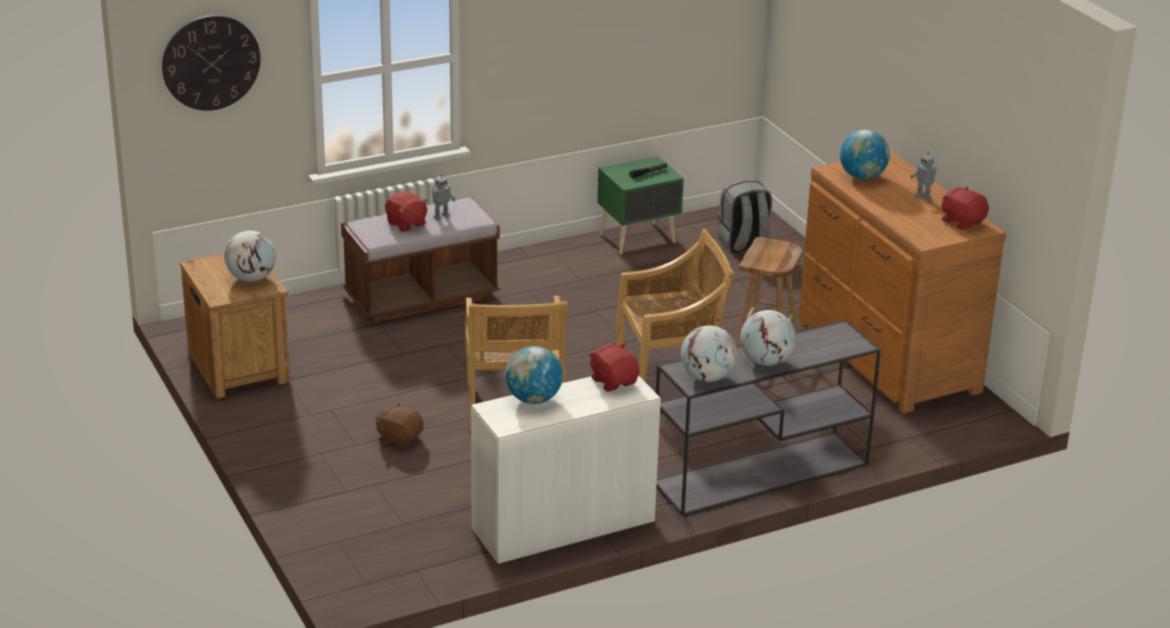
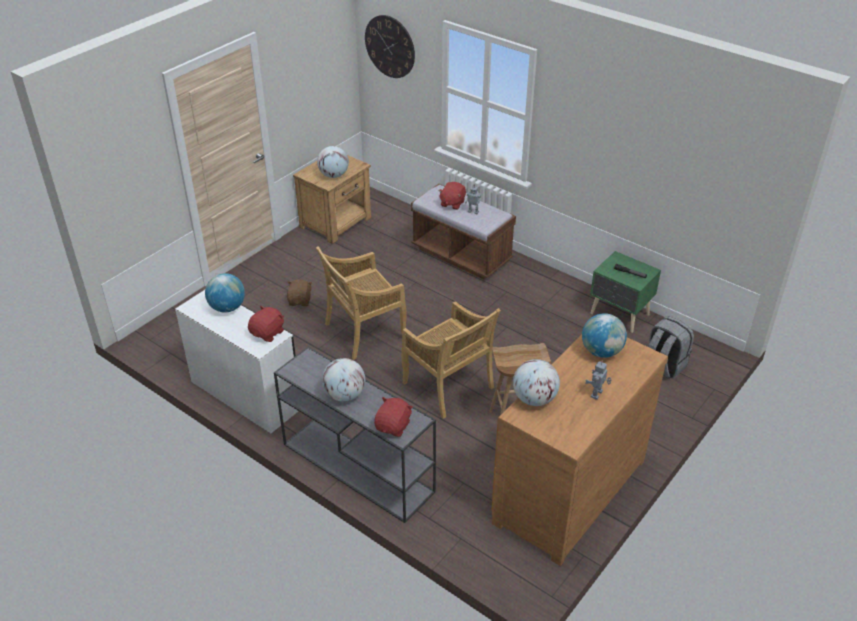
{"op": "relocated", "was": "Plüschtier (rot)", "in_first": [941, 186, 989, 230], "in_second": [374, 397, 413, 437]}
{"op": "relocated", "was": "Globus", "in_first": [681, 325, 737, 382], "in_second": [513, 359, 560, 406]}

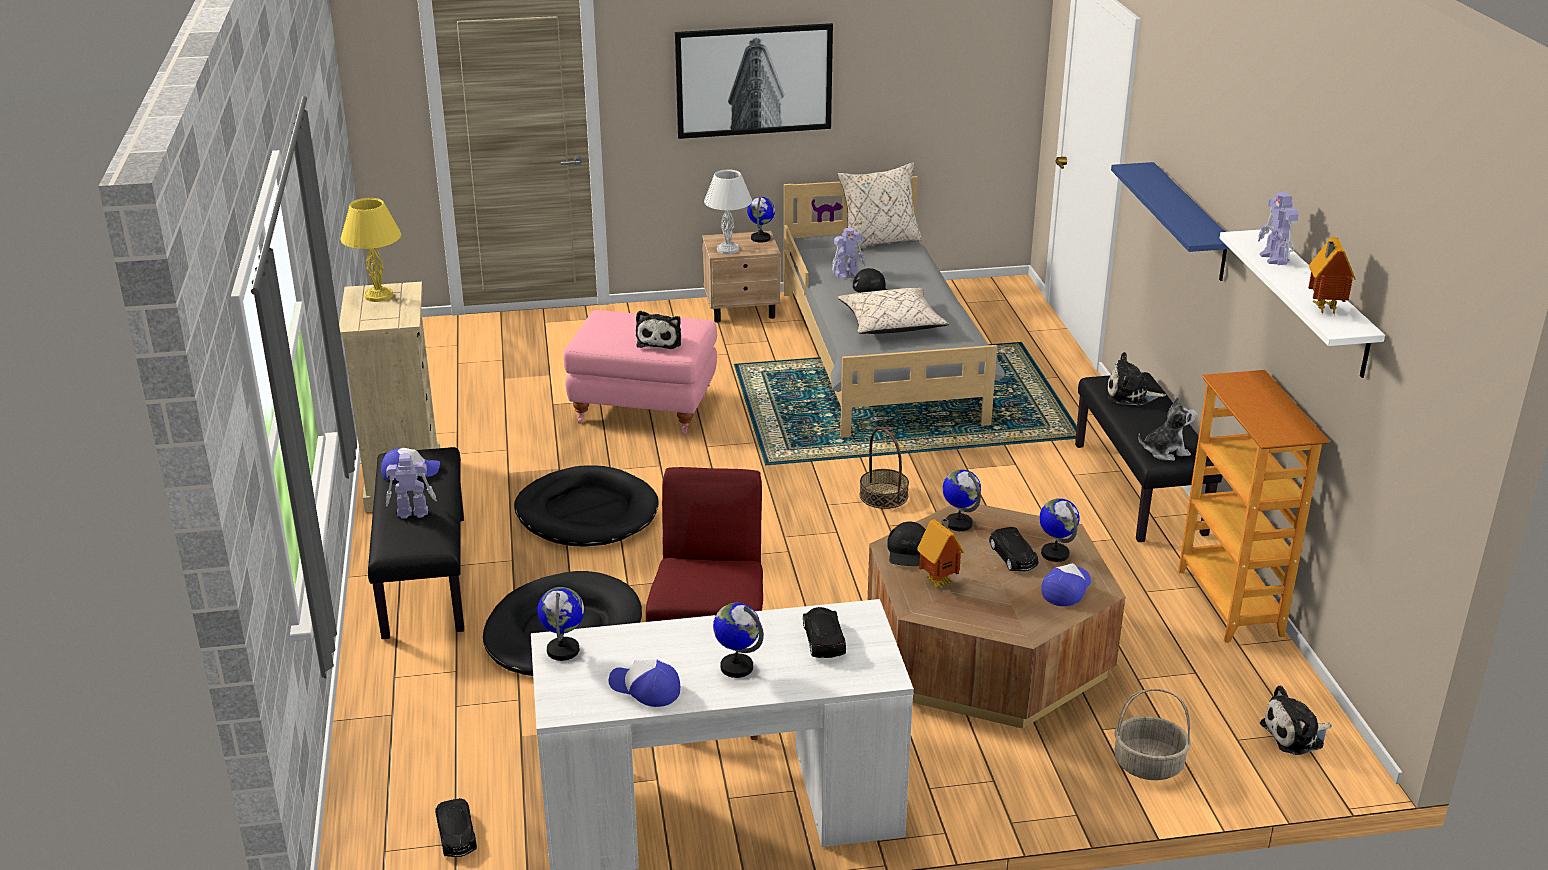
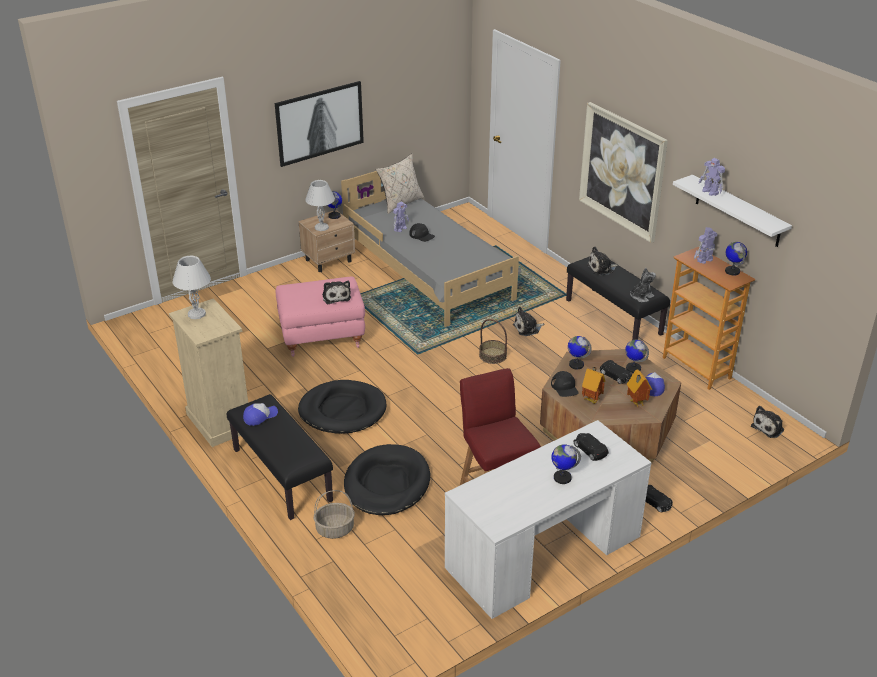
{"op": "colour", "was": "Tischlampe (gelb)", "now": "Tischlampe (weiß)", "in_first": [341, 198, 401, 302], "in_second": [172, 256, 211, 319]}
{"op": "relocated", "was": "Korb", "in_first": [1114, 689, 1191, 780], "in_second": [314, 490, 355, 539]}
{"op": "appeared", "now": "Plüschtier", "in_second": [513, 307, 545, 336]}
{"op": "exchanged", "was": "Wandregal (blau)", "now": "Bild", "in_first": [1111, 162, 1229, 281], "in_second": [579, 102, 668, 243]}
{"op": "relocated", "was": "Spielzeughaus", "in_first": [1308, 237, 1356, 315], "in_second": [627, 370, 652, 407]}
{"op": "relocated", "was": "Spielzeugauto (schwarz)", "in_first": [435, 798, 477, 857], "in_second": [645, 485, 673, 512]}
{"op": "relocated", "was": "Spielzeugroboter", "in_first": [386, 453, 437, 519], "in_second": [694, 227, 717, 264]}
{"op": "relocated", "was": "Globus", "in_first": [538, 587, 584, 661], "in_second": [725, 242, 747, 276]}
{"op": "missing", "was": "Kappe", "in_first": [609, 659, 680, 707]}
{"op": "missing", "was": "Kissen (beige)", "in_first": [838, 288, 949, 334]}

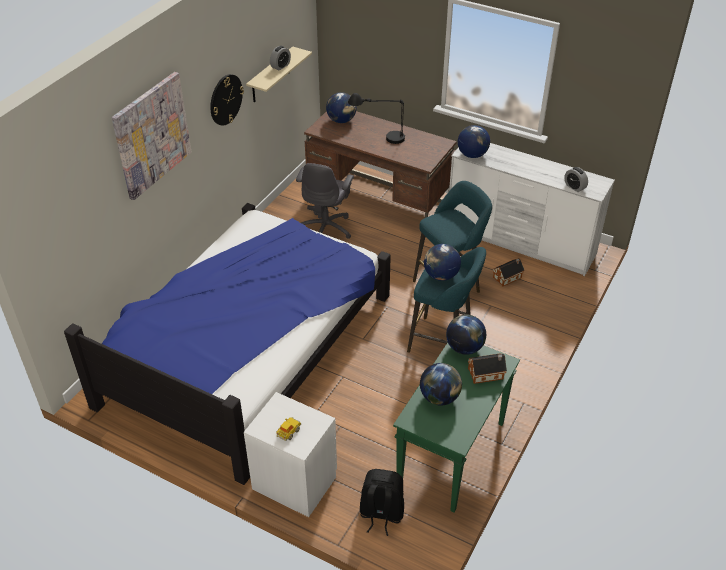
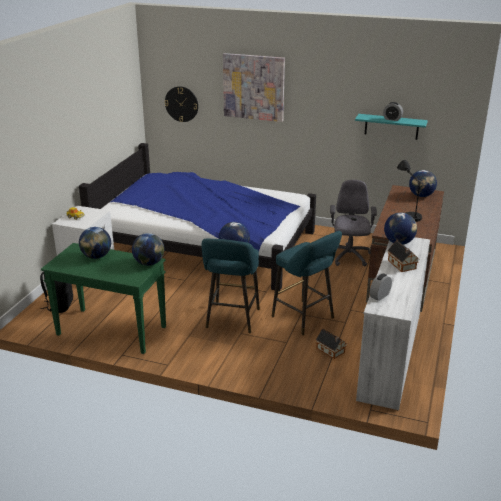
{"op": "relocated", "was": "Wanduhr", "in_first": [210, 74, 244, 126], "in_second": [165, 86, 198, 122]}
{"op": "spun", "was": "Bürostuhl (grau)", "in_first": [296, 163, 354, 239], "in_second": [330, 180, 377, 267], "clockwise": 90}
{"op": "colour", "was": "Wandregal (beige)", "now": "Wandregal (türkis)", "in_first": [246, 47, 312, 102], "in_second": [355, 114, 428, 140]}
{"op": "relocated", "was": "Spielzeughaus", "in_first": [468, 354, 507, 384], "in_second": [387, 241, 419, 272]}

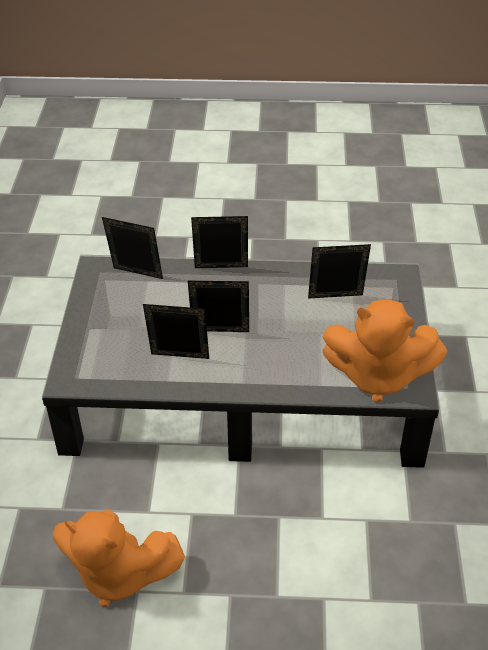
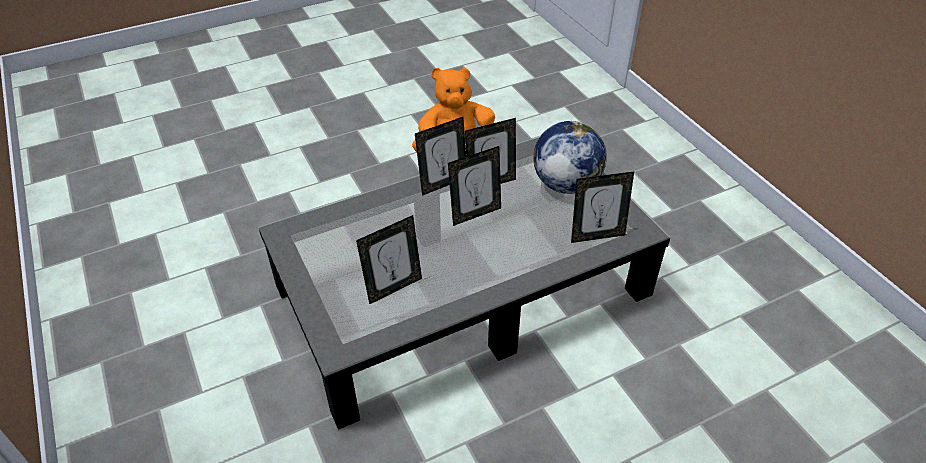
{"op": "relocated", "was": "Bilderrahmen", "in_first": [191, 216, 248, 268], "in_second": [415, 117, 466, 196]}
{"op": "appeared", "now": "Globus", "in_second": [533, 121, 607, 194]}
{"op": "missing", "was": "Plüschtier (orange)", "in_first": [322, 300, 447, 402]}

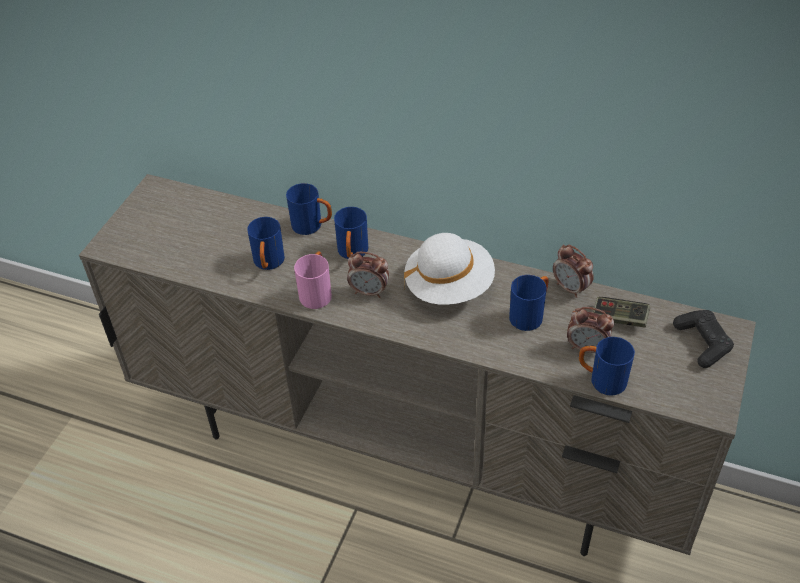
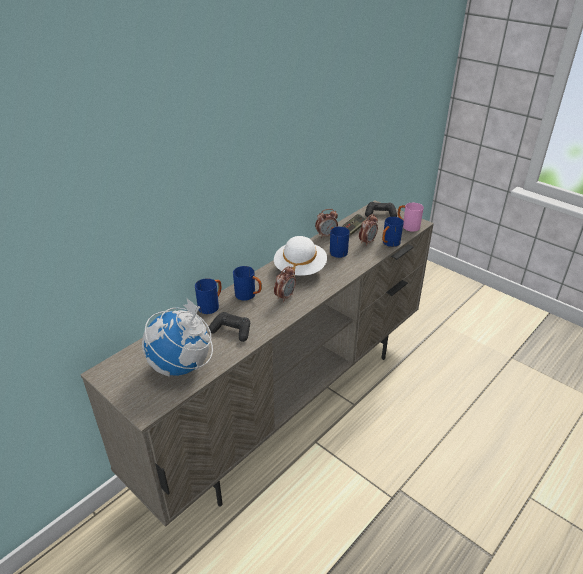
{"op": "appeared", "now": "Globus", "in_second": [142, 298, 213, 376]}
{"op": "exchanged", "was": "Henkelbecher (blau)", "now": "Gamepad (schwarz)", "in_first": [247, 217, 285, 270], "in_second": [209, 312, 250, 342]}
{"op": "relocated", "was": "Henkelbecher (rosa)", "in_first": [294, 251, 332, 309], "in_second": [398, 203, 424, 232]}

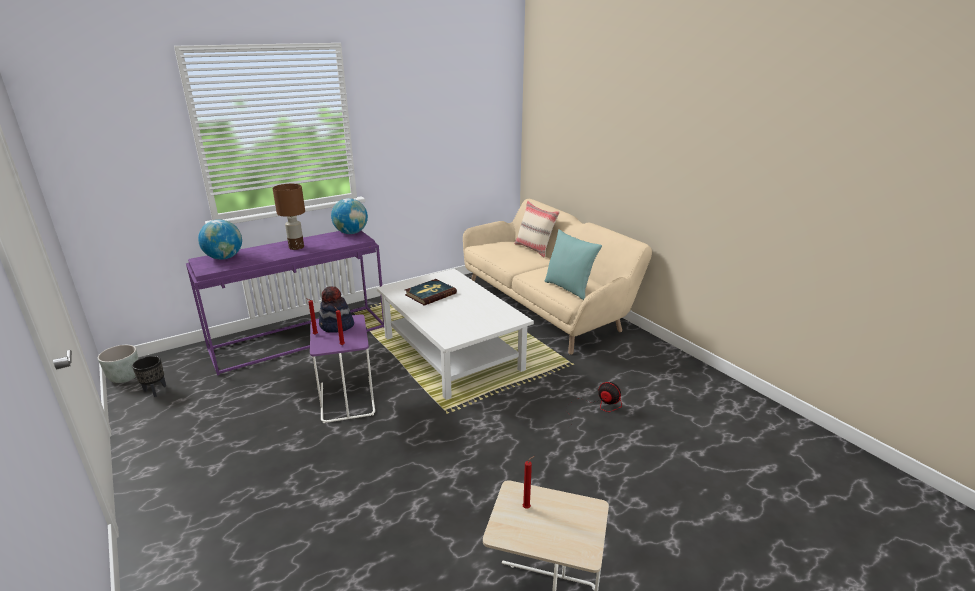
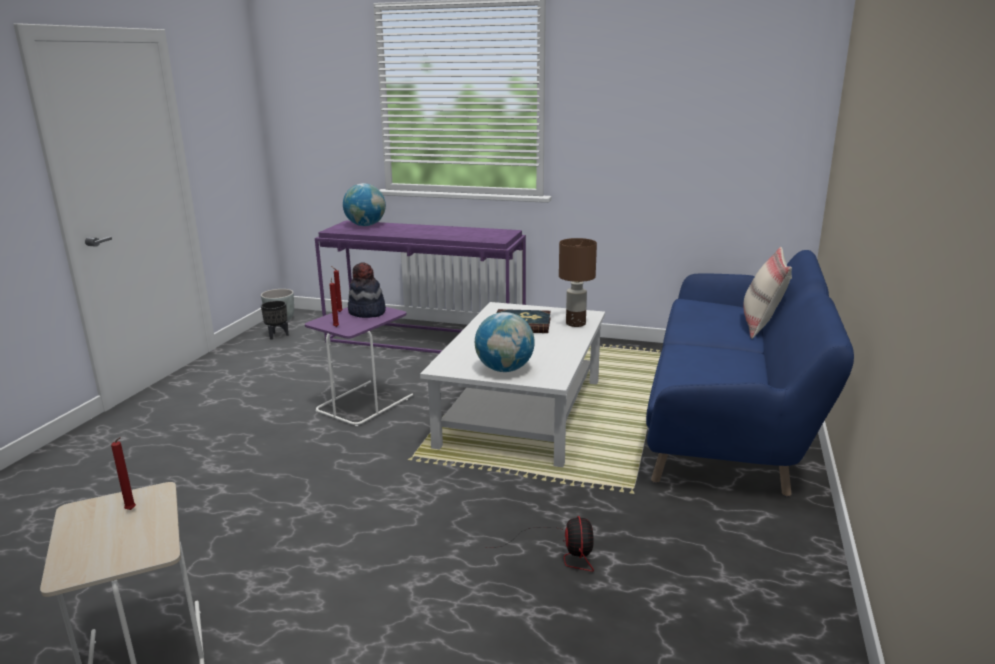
{"op": "relocated", "was": "Globus", "in_first": [331, 198, 368, 234], "in_second": [475, 312, 535, 372]}
{"op": "relocated", "was": "Tischlampe (braun)", "in_first": [273, 184, 305, 250], "in_second": [559, 238, 597, 327]}
{"op": "colour", "was": "Sofa (beige)", "now": "Sofa (blau)", "in_first": [463, 199, 652, 355], "in_second": [646, 250, 854, 497]}
{"op": "missing", "was": "Kissen (türkis)", "in_first": [544, 229, 602, 300]}

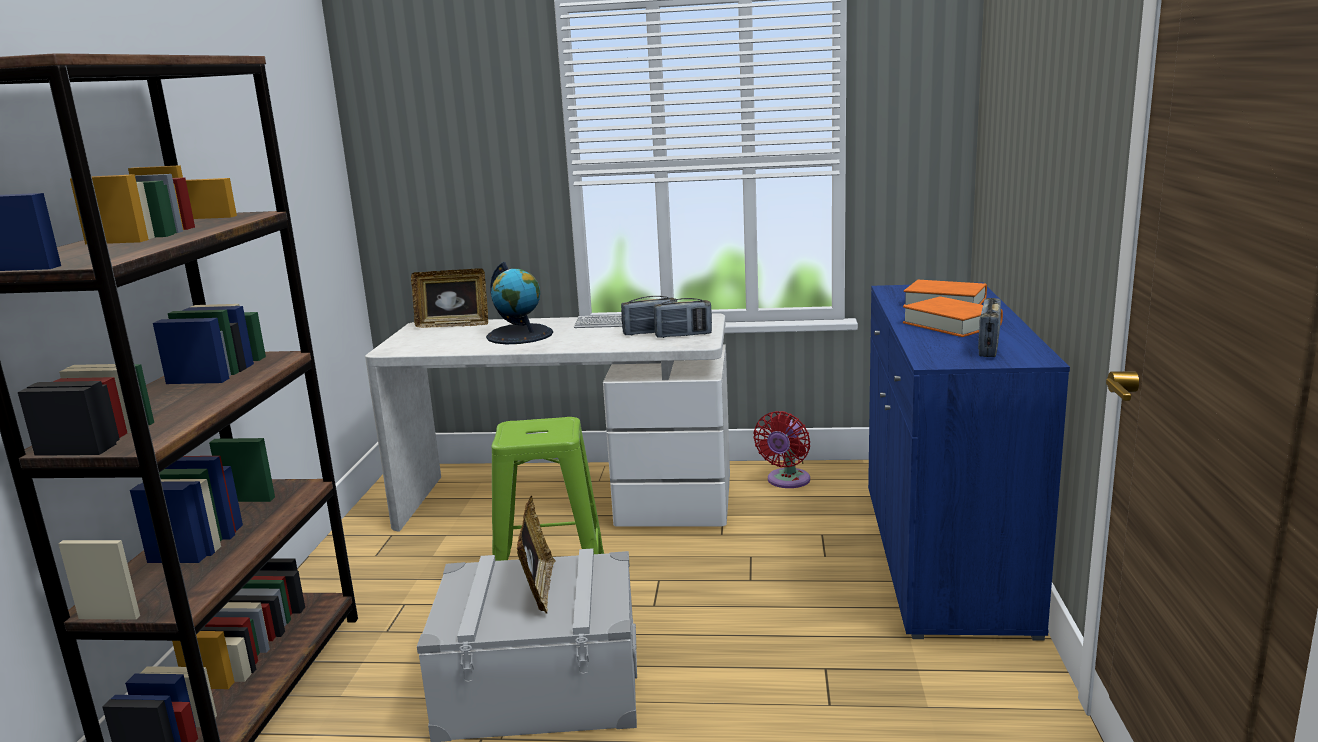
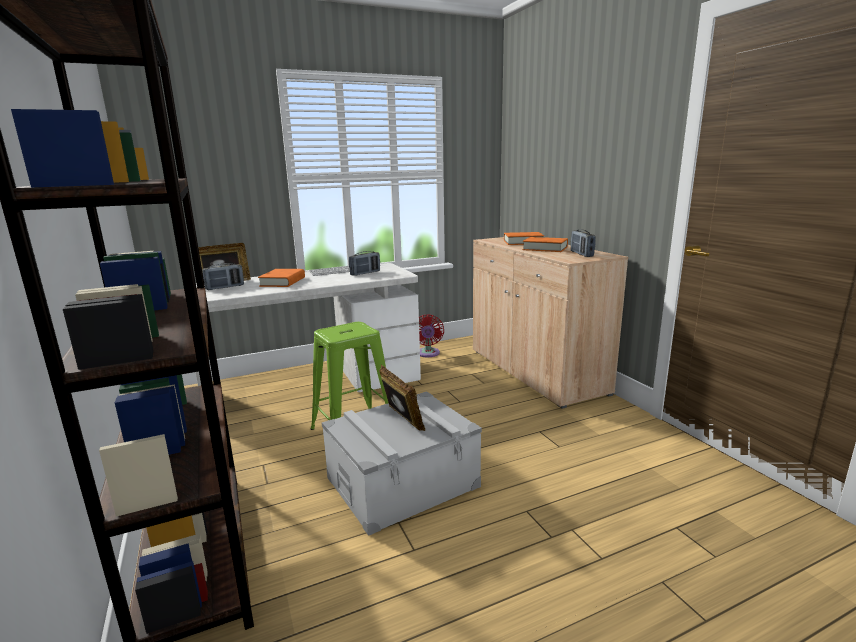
{"op": "relocated", "was": "Radio", "in_first": [654, 298, 712, 338], "in_second": [202, 263, 244, 290]}
{"op": "exchanged", "was": "Globus", "now": "Buch (orange)", "in_first": [486, 262, 553, 344], "in_second": [258, 269, 305, 287]}
{"op": "colour", "was": "Schrank (blau)", "now": "Schrank (beige)", "in_first": [868, 285, 1070, 641], "in_second": [473, 237, 628, 409]}

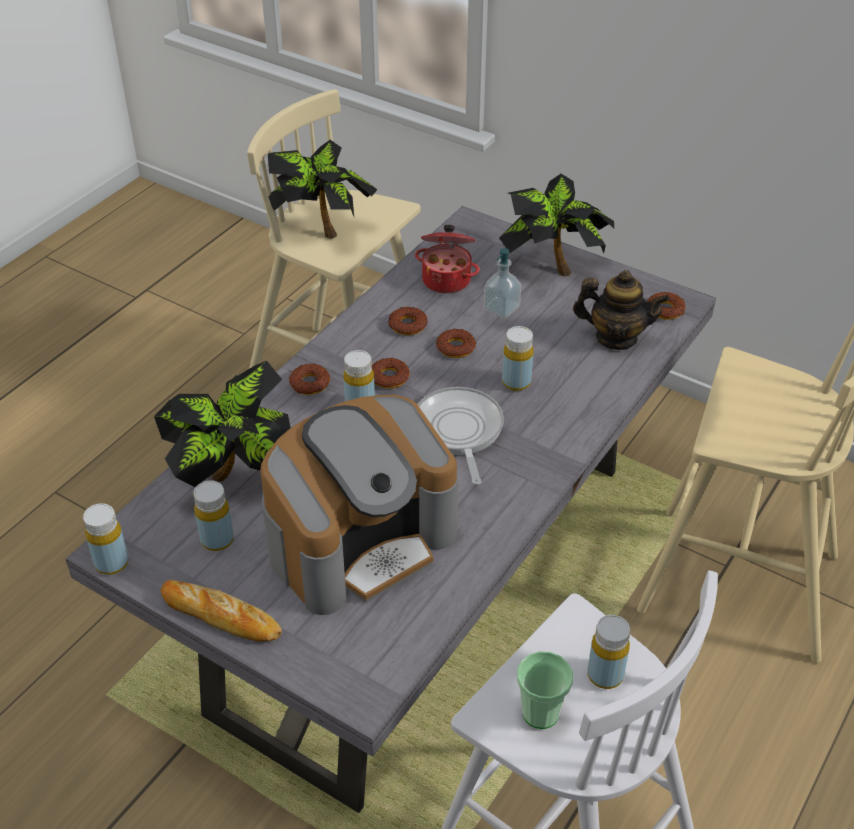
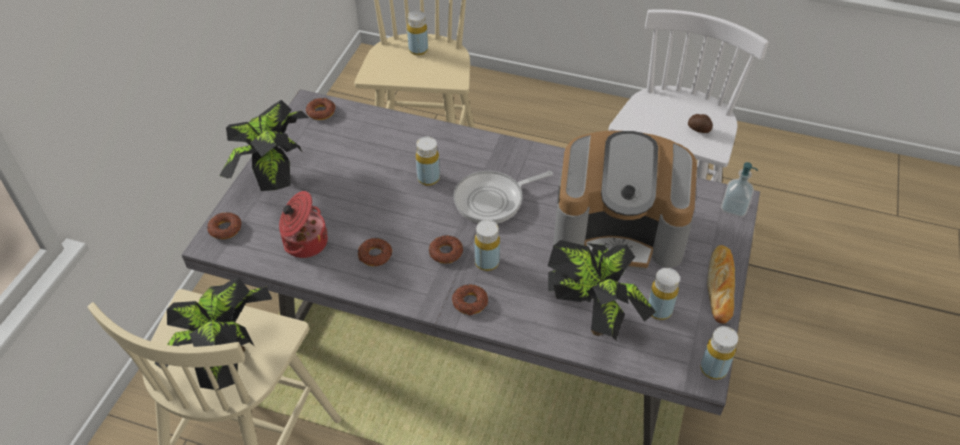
{"op": "relocated", "was": "Donut", "in_first": [436, 329, 476, 358], "in_second": [207, 212, 241, 239]}
{"op": "relocated", "was": "Flasche (gelb)", "in_first": [587, 615, 630, 689], "in_second": [407, 10, 428, 55]}
{"op": "spun", "was": "Kaffeemaschine", "in_first": [260, 395, 459, 615], "in_second": [553, 131, 697, 270], "clockwise": 150}
{"op": "exchanged", "was": "Tasse", "now": "Kartoffel", "in_first": [517, 651, 573, 729], "in_second": [688, 114, 713, 133]}
{"op": "relocated", "was": "Seifenspender", "in_first": [483, 248, 521, 318], "in_second": [721, 162, 758, 217]}
{"op": "missing", "was": "Teekanne", "in_first": [573, 270, 669, 350]}

